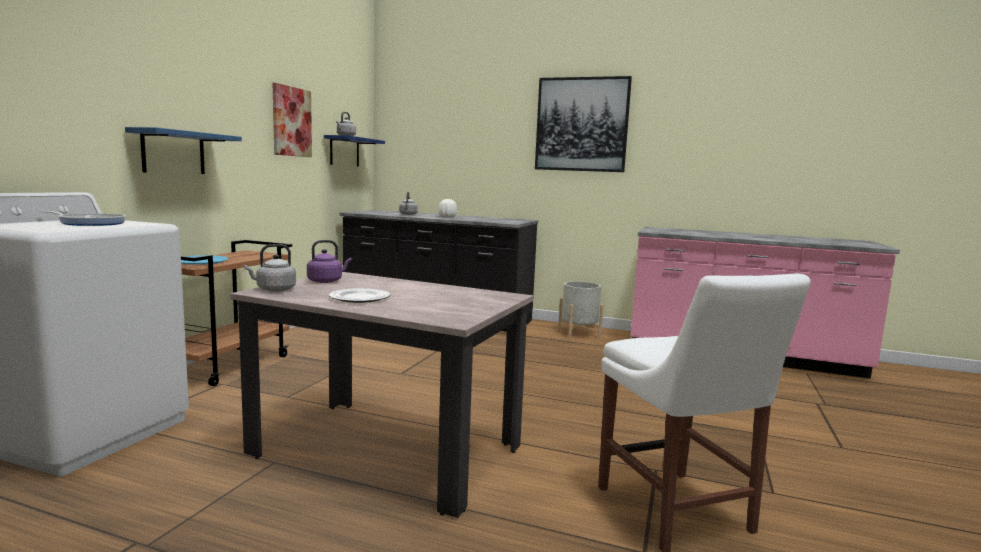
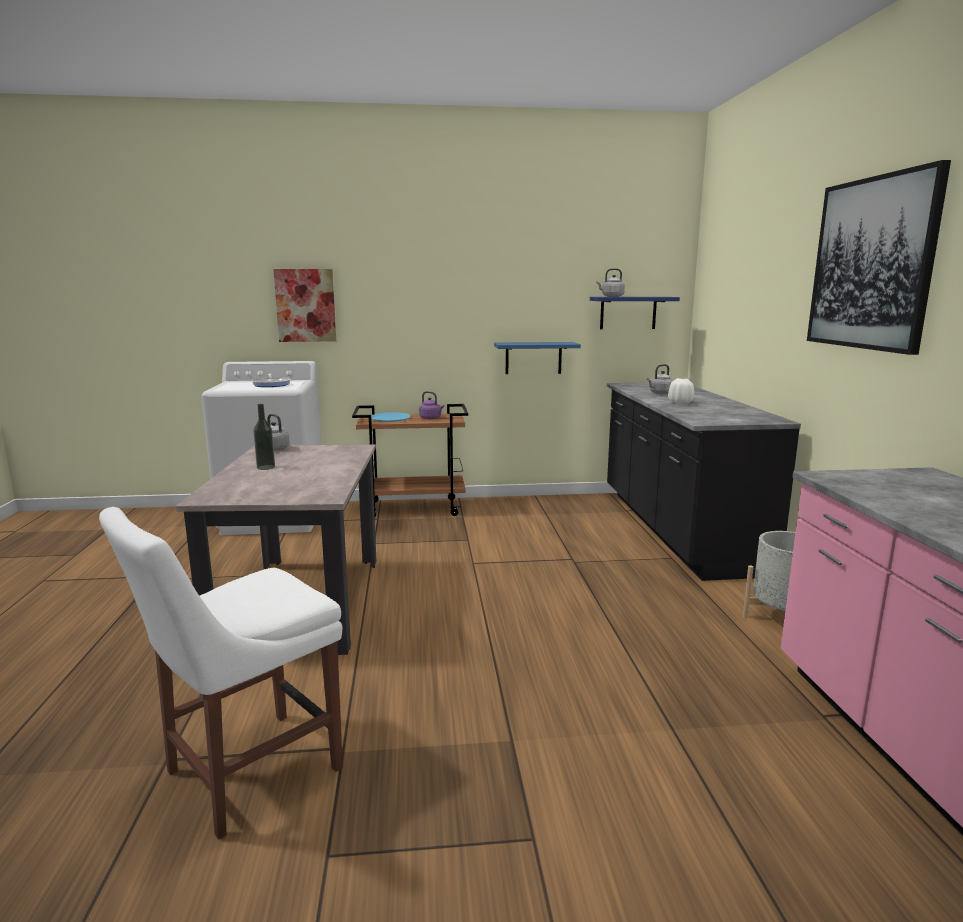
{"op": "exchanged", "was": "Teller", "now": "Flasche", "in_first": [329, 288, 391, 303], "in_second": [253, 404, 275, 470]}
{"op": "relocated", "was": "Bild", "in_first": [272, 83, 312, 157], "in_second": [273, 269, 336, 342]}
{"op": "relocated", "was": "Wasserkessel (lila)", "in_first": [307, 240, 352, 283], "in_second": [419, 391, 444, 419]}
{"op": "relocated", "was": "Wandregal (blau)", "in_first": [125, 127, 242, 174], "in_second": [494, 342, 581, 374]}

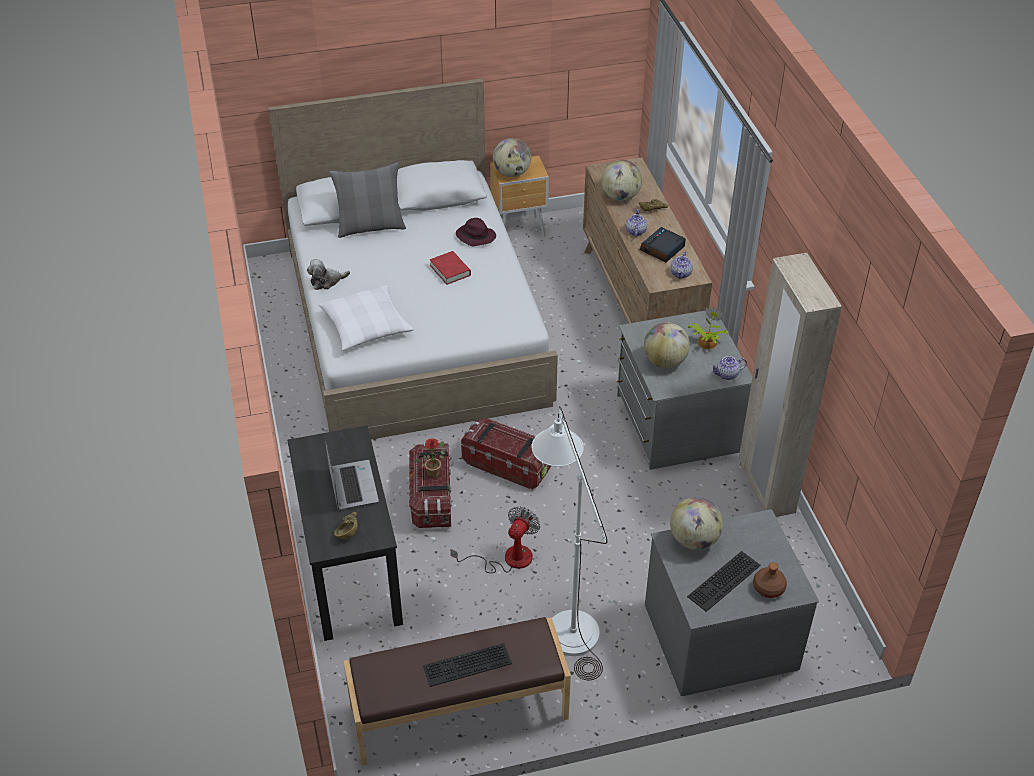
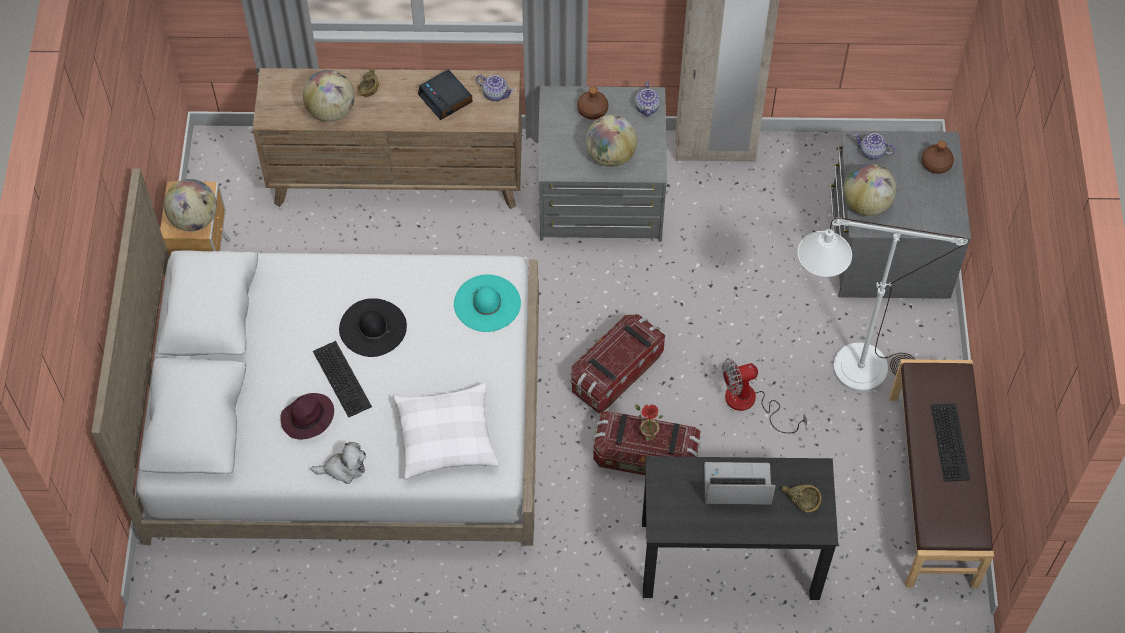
{"op": "relocated", "was": "Hut (lila)", "in_first": [456, 218, 496, 246], "in_second": [280, 393, 334, 440]}
{"op": "spun", "was": "Plüschtier", "in_first": [307, 259, 350, 290], "in_second": [311, 442, 366, 484], "clockwise": -90}
{"op": "relocated", "was": "Tastatur", "in_first": [687, 551, 761, 612], "in_second": [313, 341, 372, 418]}
{"op": "exchanged", "was": "Buch (rot)", "now": "Hut (schwarz)", "in_first": [430, 251, 471, 285], "in_second": [339, 298, 407, 357]}
{"op": "appeared", "now": "Hut (türkis)", "in_second": [454, 274, 521, 332]}
{"op": "exchanged", "was": "Topfpflanze", "now": "Flasche (braun)", "in_first": [687, 307, 729, 349], "in_second": [577, 87, 608, 120]}
{"op": "spun", "was": "Ventilator", "in_first": [451, 506, 540, 573], "in_second": [722, 358, 807, 433], "clockwise": -60}
{"op": "relocated", "was": "Teekanne", "in_first": [626, 209, 647, 237], "in_second": [854, 133, 895, 159]}
{"op": "missing", "was": "Kissen (grau)", "in_first": [329, 162, 406, 238]}

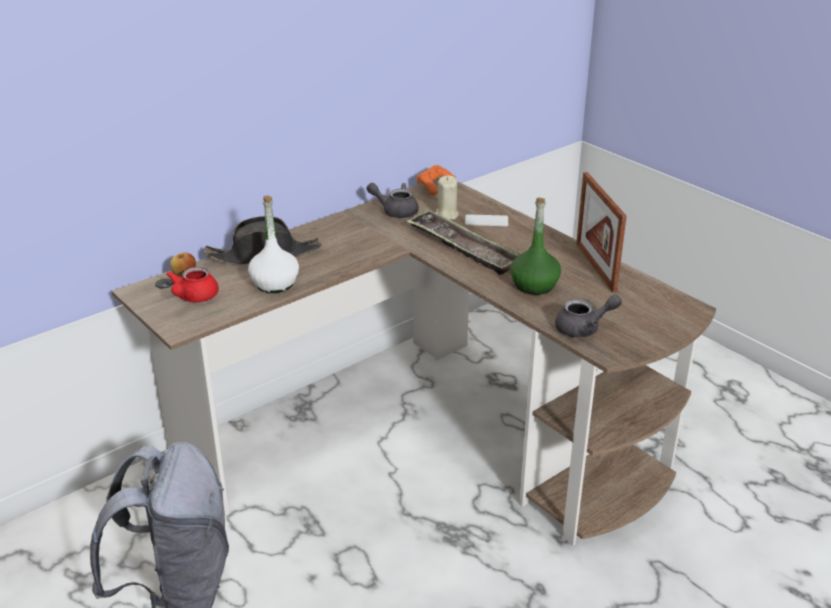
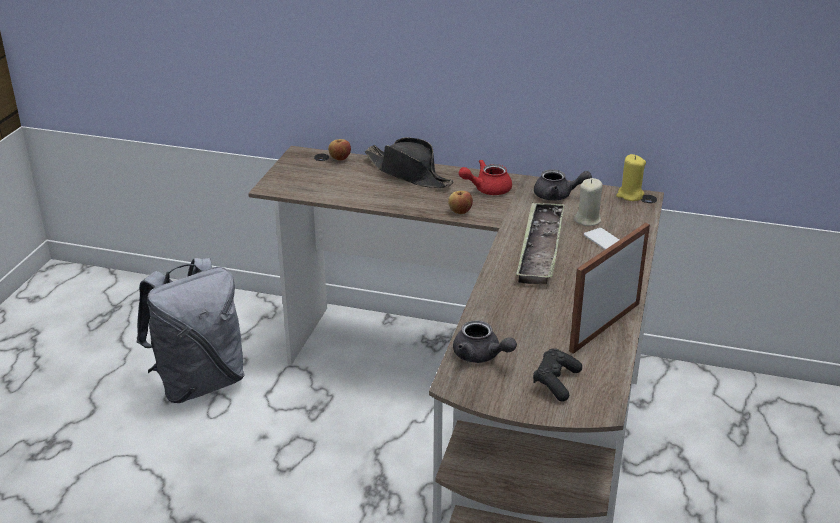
{"op": "appeared", "now": "Apfel", "in_second": [448, 191, 473, 214]}
{"op": "relocated", "was": "Teekanne (rot)", "in_first": [166, 267, 219, 302], "in_second": [459, 159, 512, 195]}
{"op": "appeared", "now": "Gamepad (schwarz)", "in_second": [533, 348, 582, 402]}
{"op": "spun", "was": "Teekanne (grau)", "in_first": [366, 183, 419, 218], "in_second": [534, 169, 592, 201], "clockwise": 120}
{"op": "exchanged", "was": "Gamepad (orange)", "now": "Kerze (gelb)", "in_first": [417, 165, 456, 196], "in_second": [616, 154, 646, 201]}
{"op": "missing", "was": "Flasche (weiß)", "in_first": [248, 195, 299, 293]}
{"op": "missing", "was": "Flasche (grün)", "in_first": [510, 198, 561, 295]}

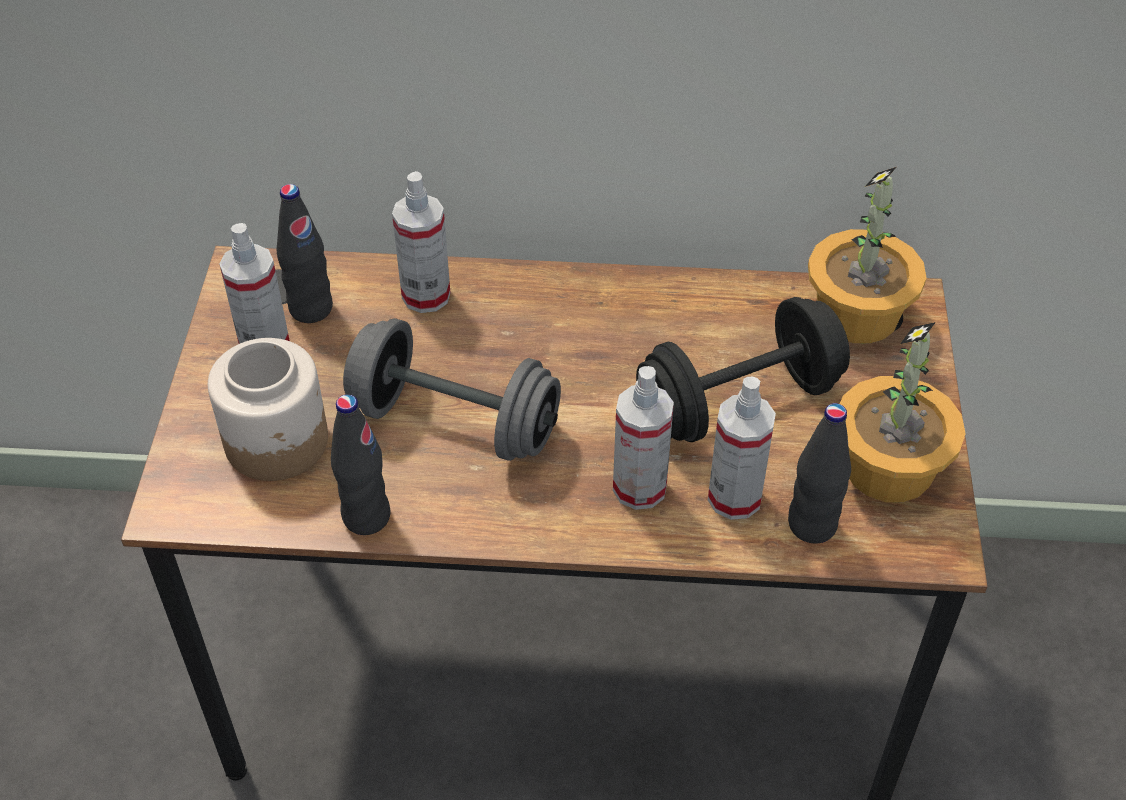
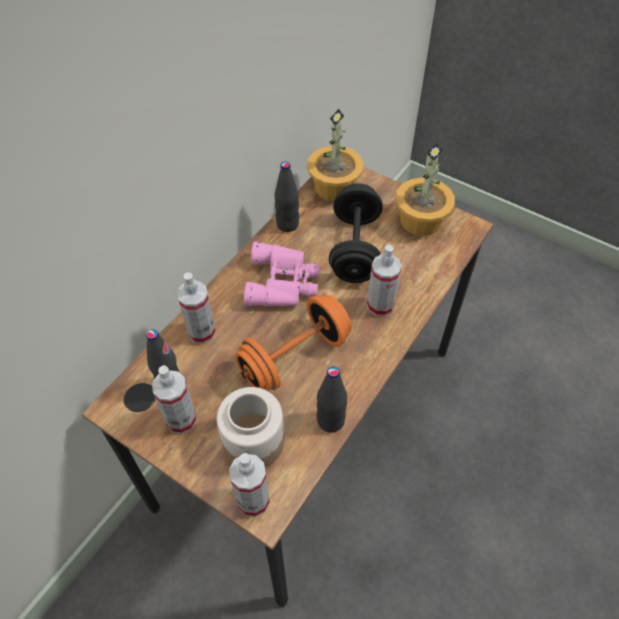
{"op": "relocated", "was": "Sprühflasche", "in_first": [708, 377, 776, 520], "in_second": [229, 453, 270, 517]}
{"op": "colour", "was": "Hantel (grau)", "now": "Hantel (orange)", "in_first": [343, 318, 561, 461], "in_second": [235, 295, 351, 391]}
{"op": "appeared", "now": "Fernglas (rosa)", "in_second": [244, 241, 320, 307]}
{"op": "relocated", "was": "Flasche (schwarz)", "in_first": [788, 403, 851, 544], "in_second": [274, 161, 299, 232]}

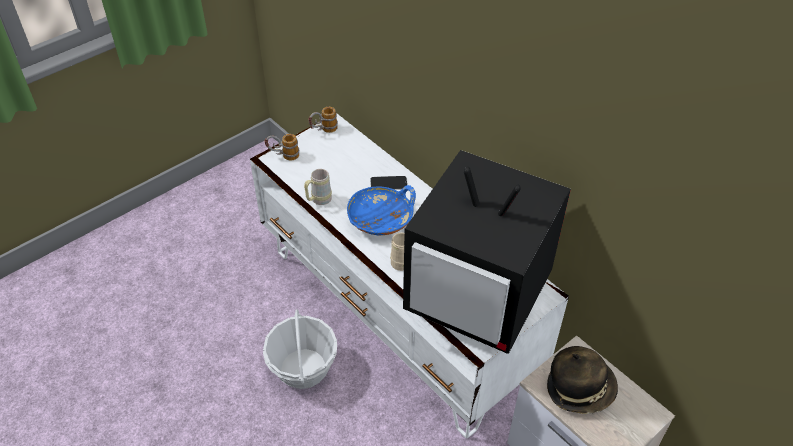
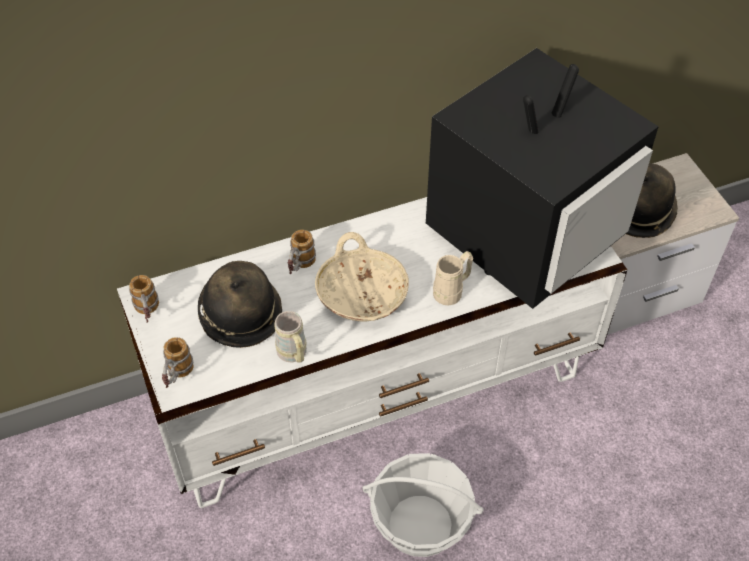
{"op": "appeared", "now": "Hut", "in_second": [198, 261, 282, 348]}
{"op": "exchanged", "was": "Handy", "now": "Henkelbecher", "in_first": [371, 176, 407, 190], "in_second": [288, 230, 316, 274]}
{"op": "colour", "was": "Schüssel (blau)", "now": "Schüssel (beige)", "in_first": [347, 185, 416, 235], "in_second": [315, 232, 409, 321]}

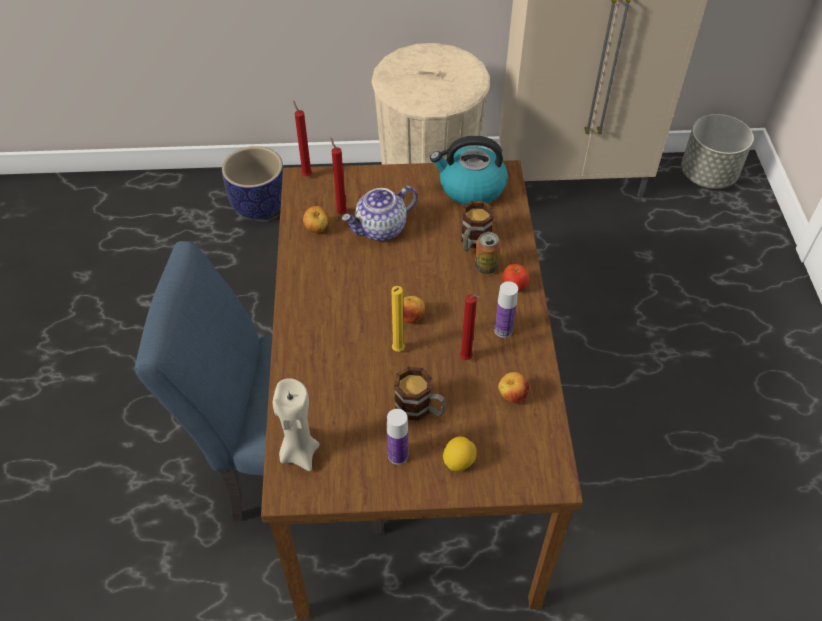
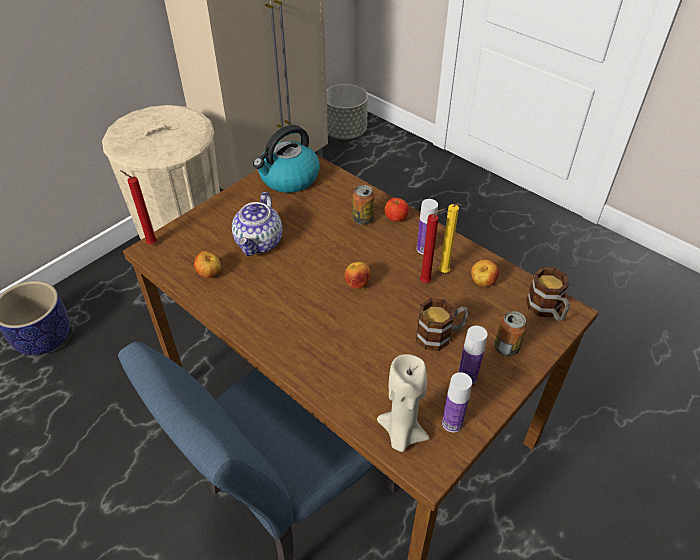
{"op": "relocated", "was": "Kerze (gelb)", "in_first": [392, 286, 405, 352], "in_second": [438, 203, 462, 273]}
{"op": "appeared", "now": "Flasche", "in_second": [442, 372, 472, 432]}
{"op": "exchanged", "was": "Zitrone", "now": "Dose", "in_first": [443, 436, 477, 471], "in_second": [494, 311, 527, 356]}
{"op": "relocated", "was": "Henkelbecher", "in_first": [461, 201, 493, 251], "in_second": [526, 267, 570, 322]}
{"op": "missing", "was": "Kerze (rot)", "in_first": [330, 137, 347, 214]}

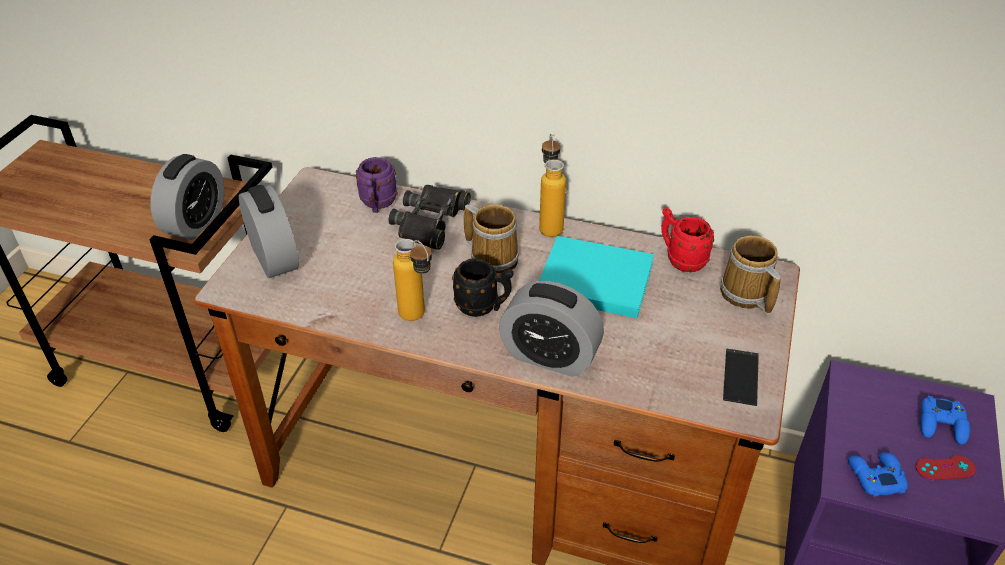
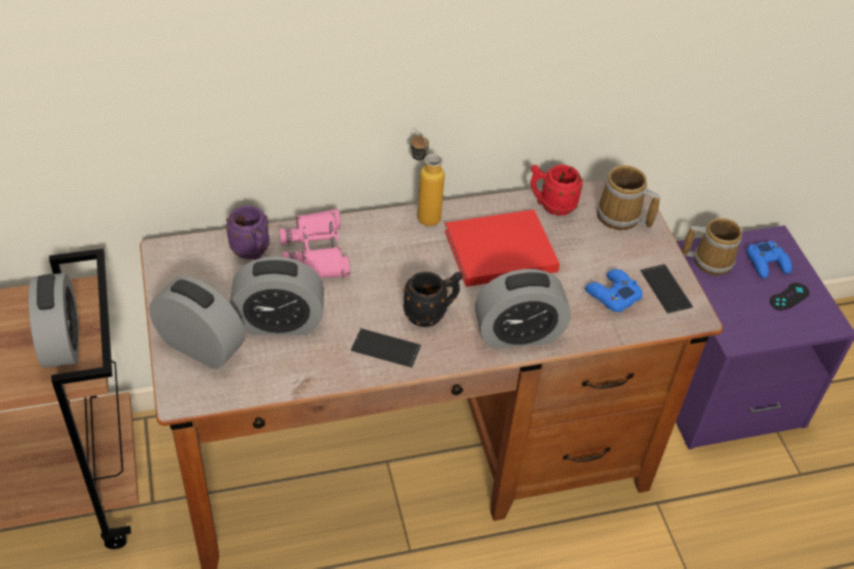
{"op": "appeared", "now": "Wecker", "in_second": [230, 256, 324, 335]}
{"op": "colour", "was": "Fernglas (schwarz)", "now": "Fernglas (rosa)", "in_first": [389, 185, 471, 250], "in_second": [279, 209, 350, 277]}
{"op": "exchanged", "was": "Flasche", "now": "Handy", "in_first": [393, 239, 432, 321], "in_second": [351, 328, 421, 368]}
{"op": "colour", "was": "Buch (türkis)", "now": "Buch (rot)", "in_first": [539, 236, 654, 318], "in_second": [444, 209, 560, 287]}
{"op": "relocated", "was": "Gamepad (blau)", "in_first": [848, 452, 908, 496], "in_second": [585, 269, 643, 312]}
{"op": "relocated", "was": "Henkelbecher", "in_first": [464, 204, 519, 274], "in_second": [682, 218, 742, 276]}
{"op": "colour", "was": "Gamepad (rot)", "now": "Gamepad (schwarz)", "in_first": [916, 456, 976, 481], "in_second": [770, 283, 810, 311]}

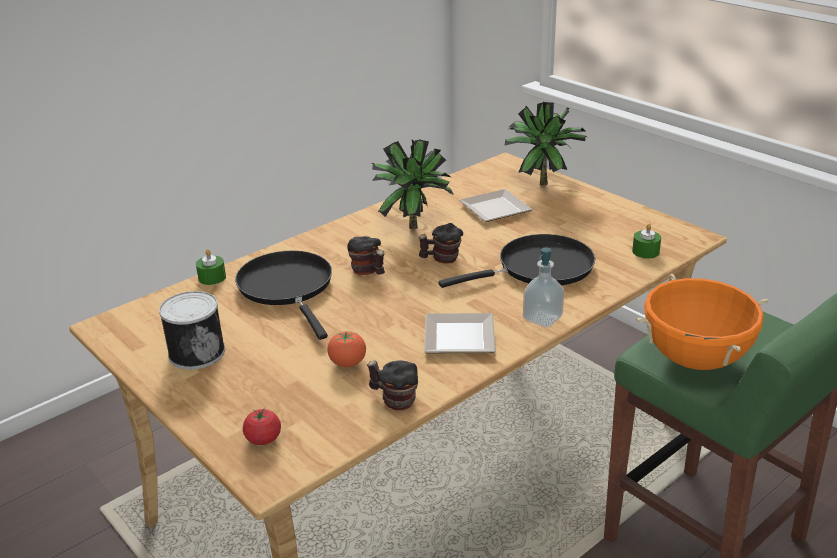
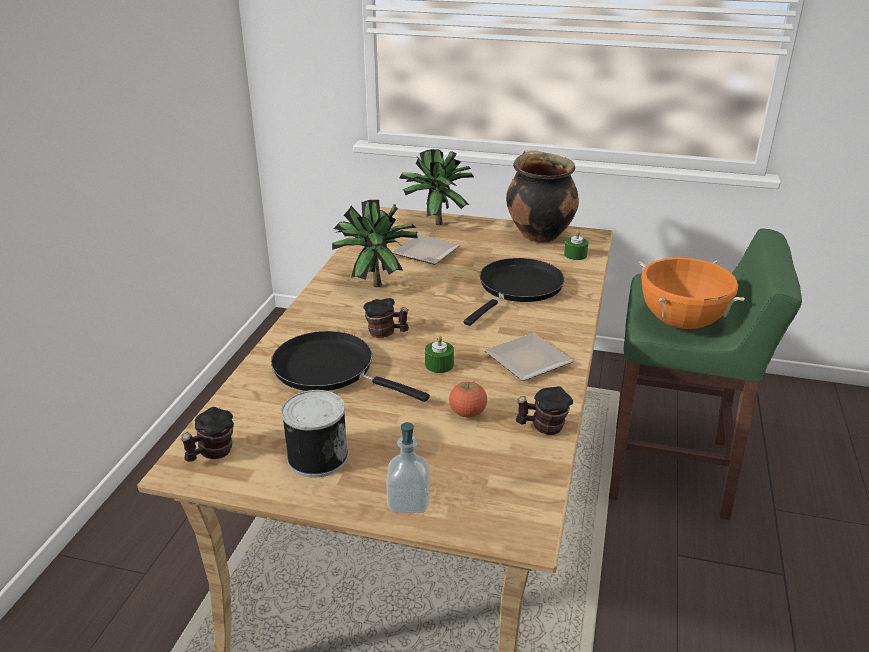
{"op": "relocated", "was": "Henkelbecher", "in_first": [418, 223, 463, 264], "in_second": [181, 407, 234, 462]}
{"op": "relocated", "was": "Seifenspender", "in_first": [523, 247, 564, 327], "in_second": [386, 422, 430, 513]}
{"op": "relocated", "was": "Kerze (grün)", "in_first": [196, 249, 226, 285], "in_second": [425, 335, 454, 373]}
{"op": "appeared", "now": "Kochtopf", "in_second": [506, 151, 579, 243]}
{"op": "missing", "was": "Tomate", "in_first": [243, 408, 281, 445]}

